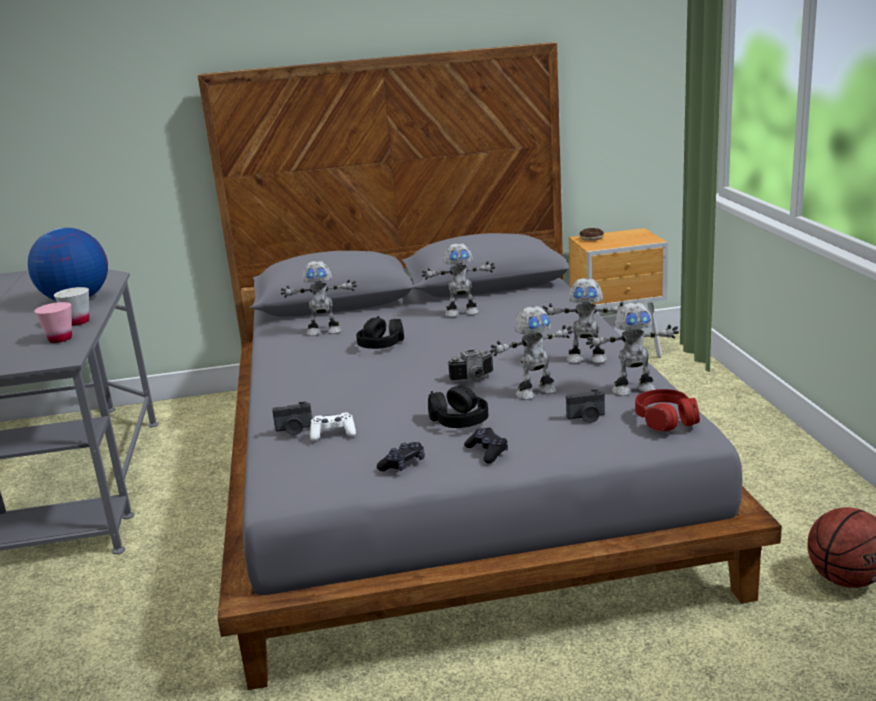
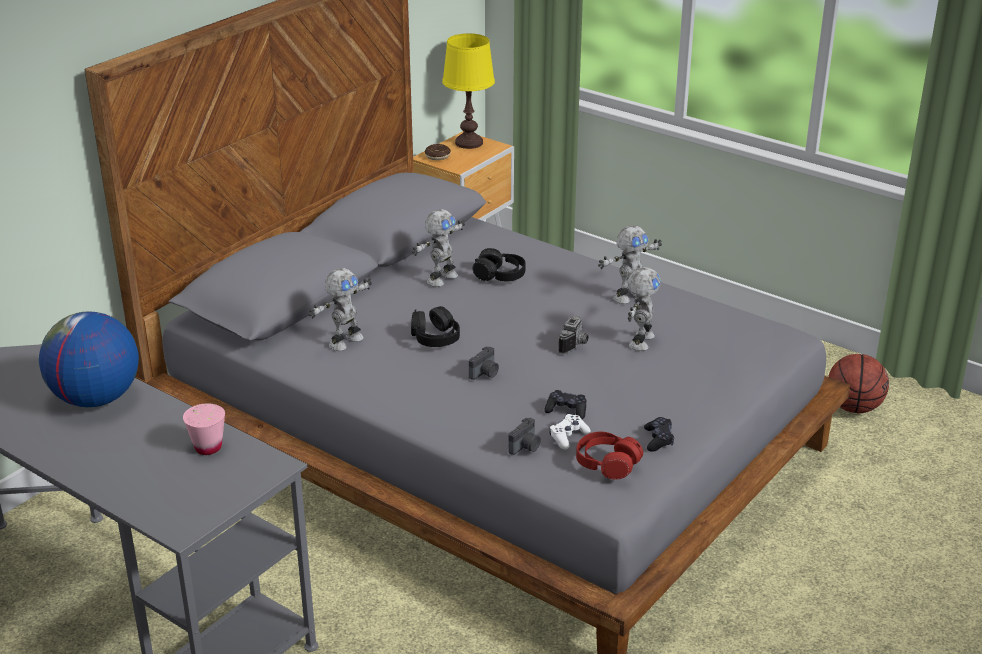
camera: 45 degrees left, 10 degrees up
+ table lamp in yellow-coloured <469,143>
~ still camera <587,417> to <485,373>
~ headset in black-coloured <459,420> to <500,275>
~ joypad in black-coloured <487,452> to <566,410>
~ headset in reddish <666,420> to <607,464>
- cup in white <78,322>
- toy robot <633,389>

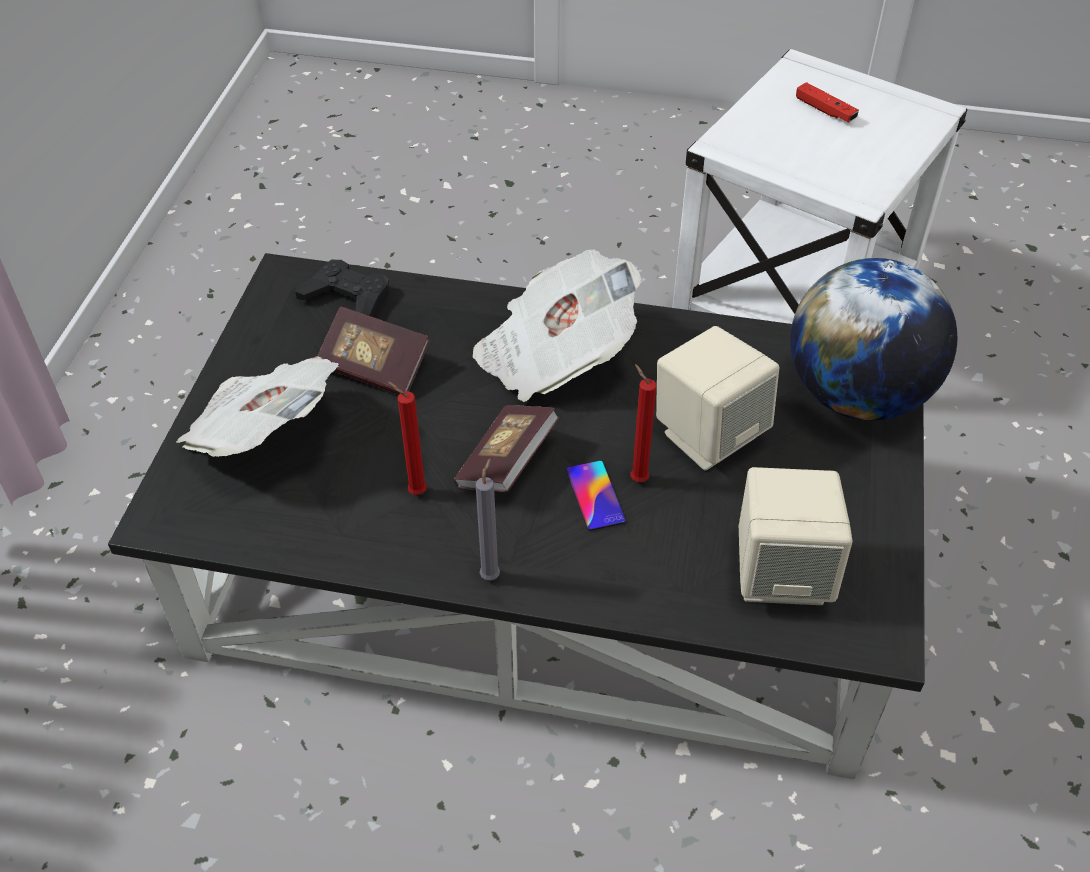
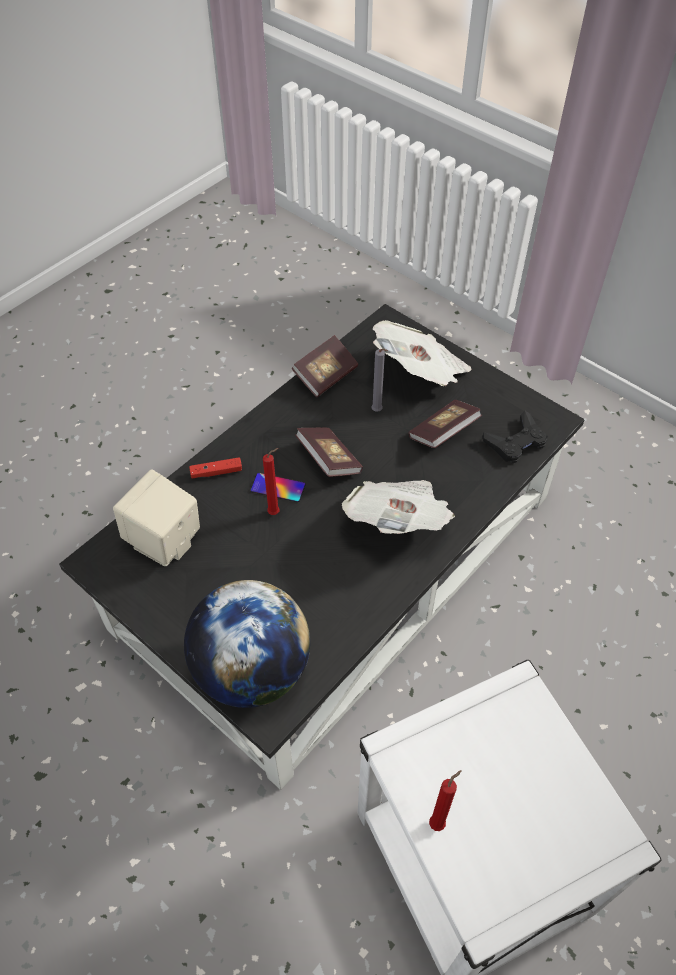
camera: 120 degrees right, 5 degrees up
~ joypad in reddish <825,110> to <216,472>
+ volume <325,376>
~ wax light in grey <491,574> to <378,411>
~ wax light in reddish <414,491> to <439,822>
- loudspeaker in sand-coloured <709,435>

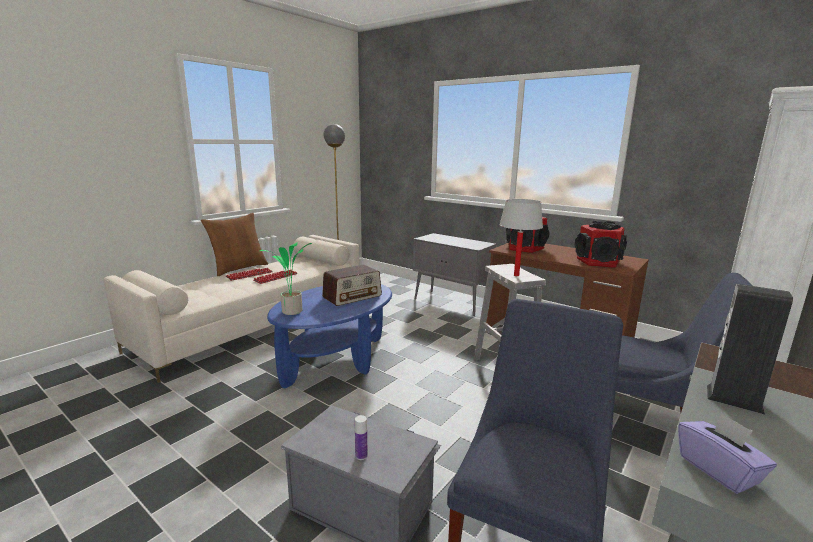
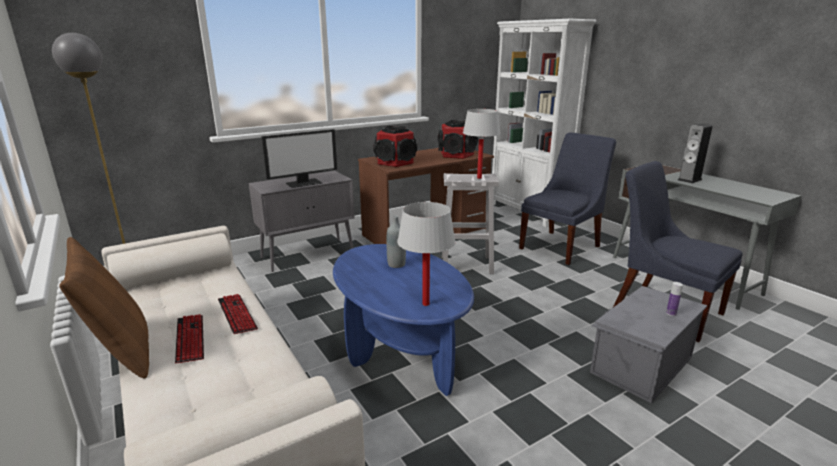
camera: 70 degrees left, 5 degrees up
+ computer screen <304,183>
~ radio <352,297> to beverage bottle in grey <396,264>
~ houseplant <291,312> to table lamp in white <425,304>
- tissue box in purple-coloured <718,470>

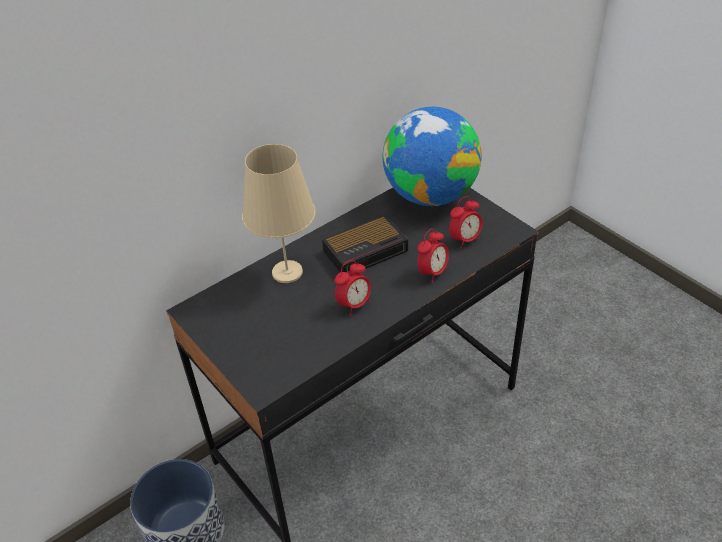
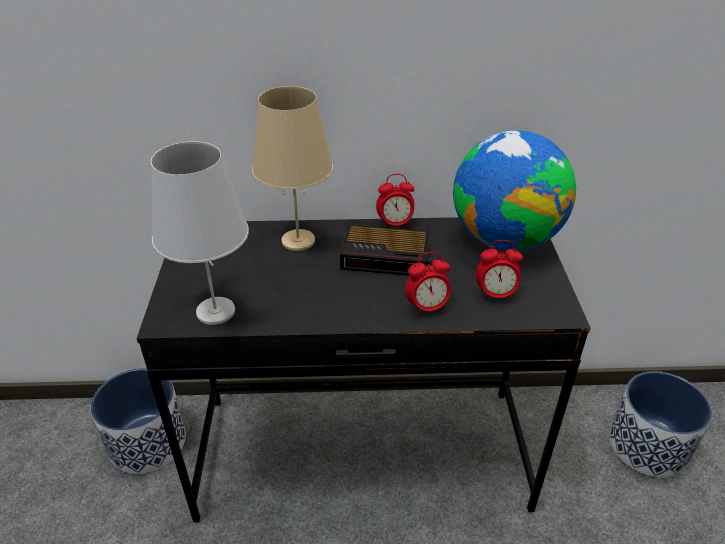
camera: 35 degrees right, 5 degrees down
+ table lamp in white <215,311>
~ alarm clock <354,304> to <395,225>
+ planter <647,446>

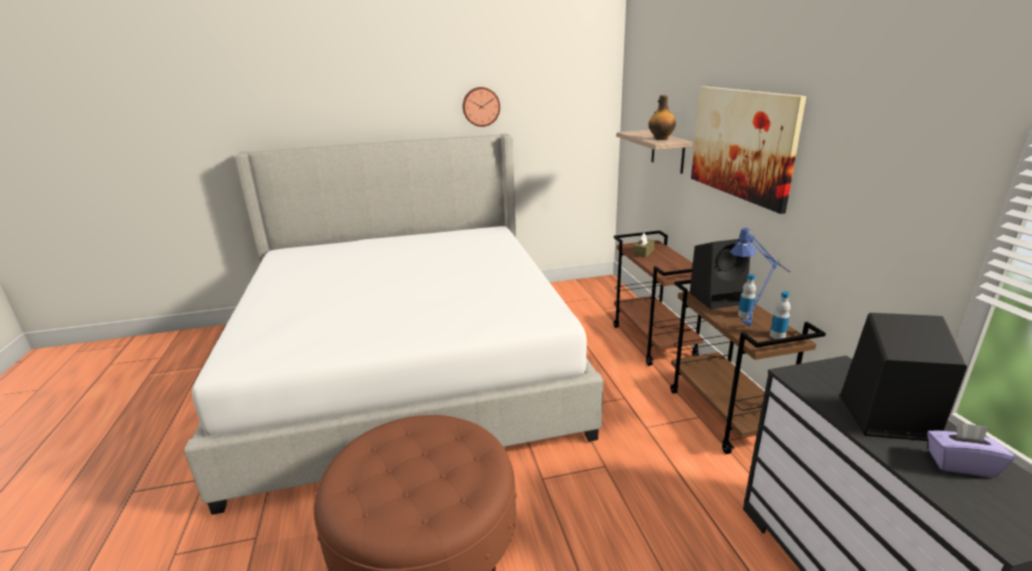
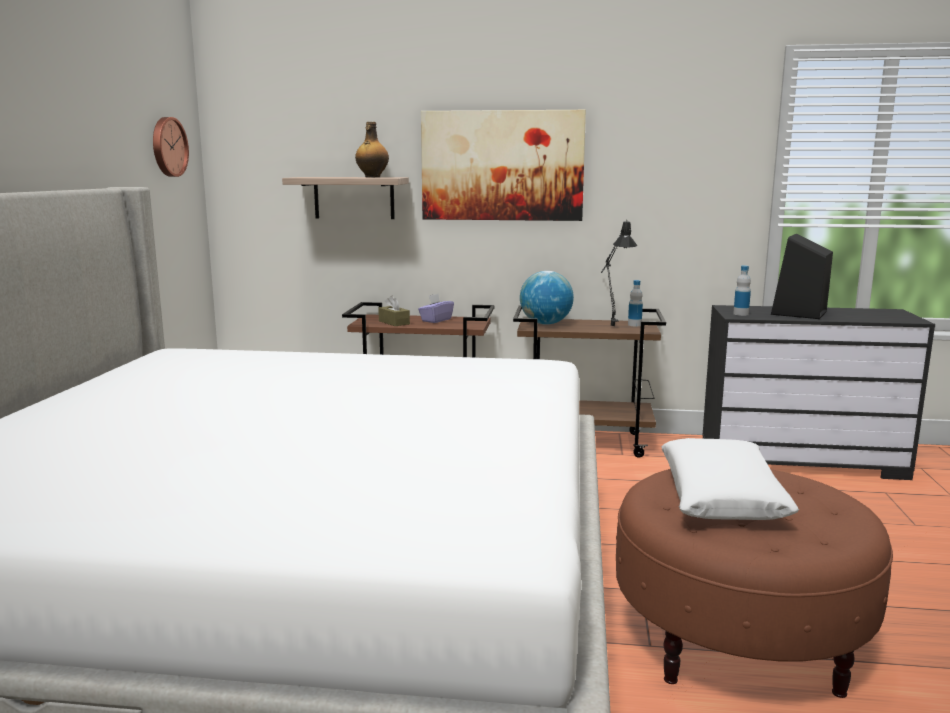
camera: 70 degrees left, 10 degrees down
~ wall clock <481,106> to <168,147>
~ tissue box in purple-coloured <960,464> to <436,320>
~ loudspeaker in black-coloured <718,298> to globe <545,323>
~ table lamp in blue <752,325> to table lamp in black-coloured <610,326>
+ pillow in white <722,495>
~ beverage bottle <745,315> to <741,314>

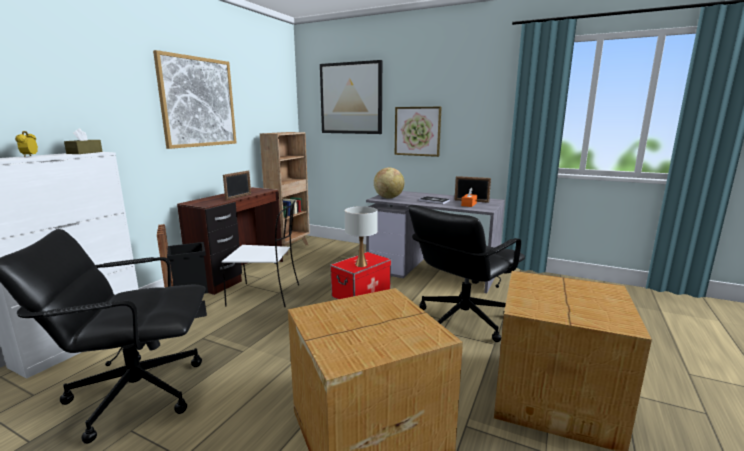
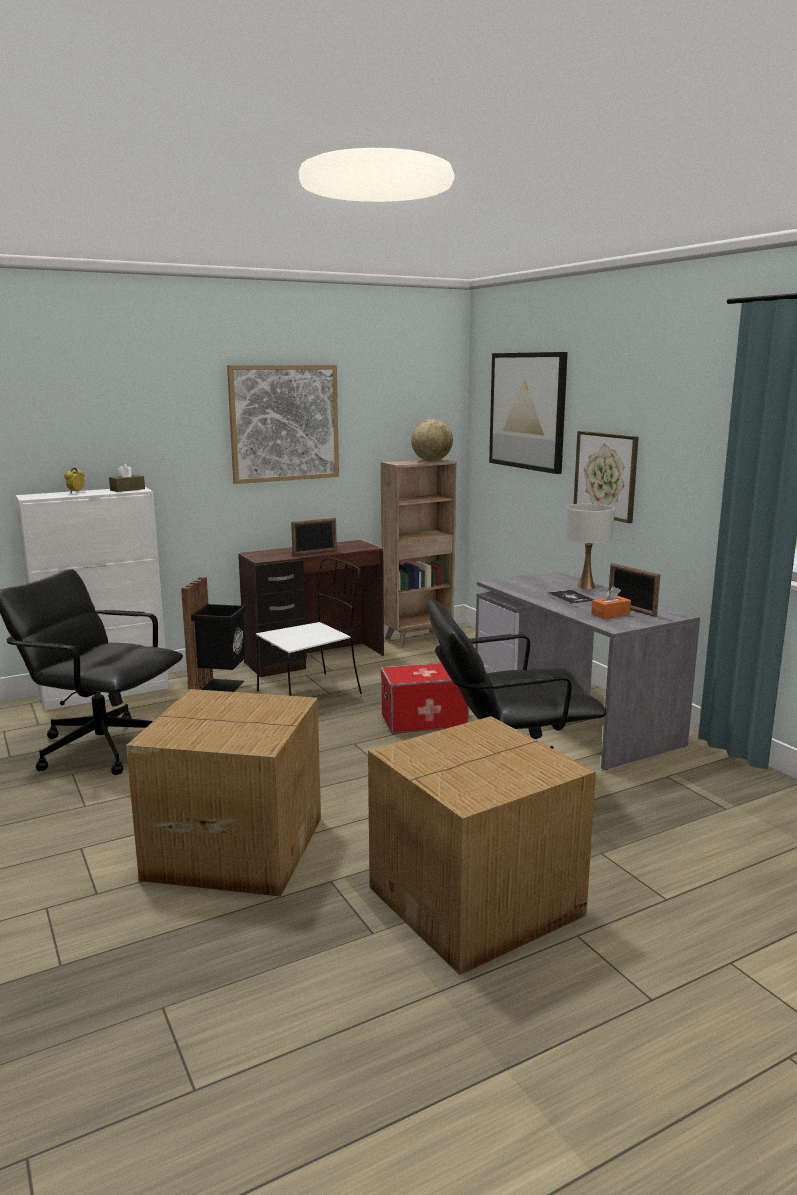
camera: 35 degrees right, 0 degrees up
~ chair in white <266,295> = <311,692> 75 degrees counterclockwise
~ globe <388,198> to <432,461>
~ table lamp in white <361,264> to <586,586>

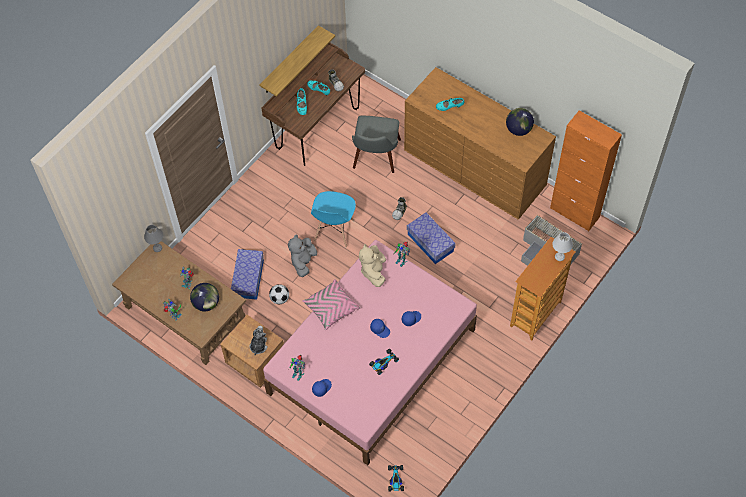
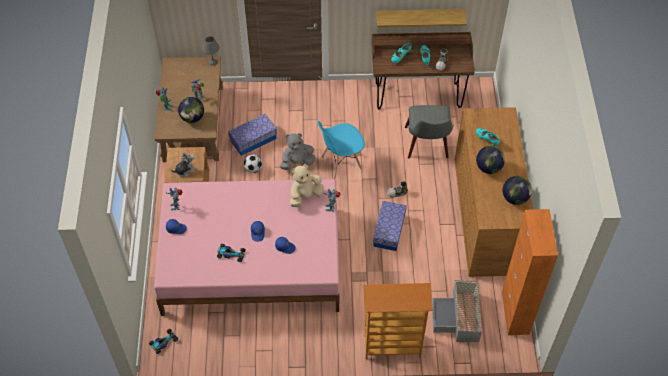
camera: 50 degrees right, 5 degrees down
~ chair in grey <375,159> = <427,147> 60 degrees counterclockwise
+ globe <489,168>
- pillow in pink-coloured <331,308>
- table lamp in white <559,257>

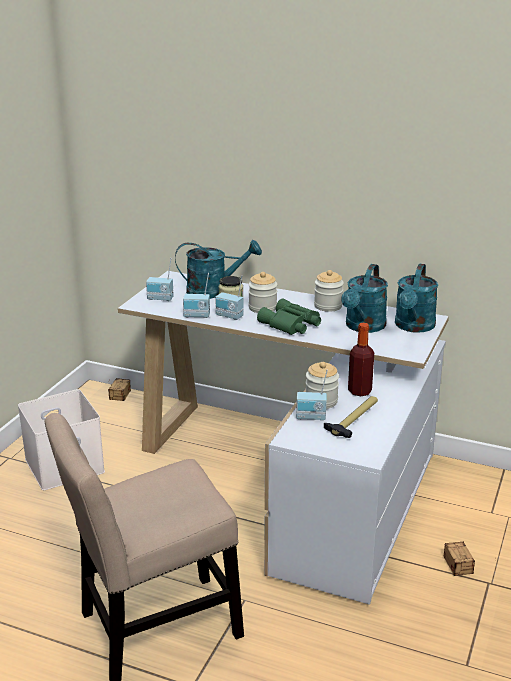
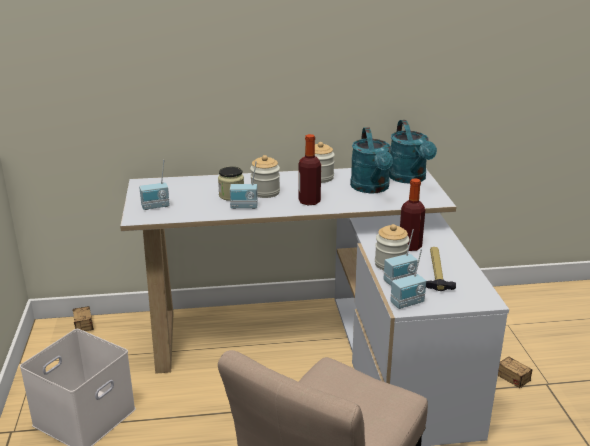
camera: 30 degrees left, 0 degrees up
~ pair of binoculars in green <290,325> to beverage bottle <309,201>
~ radio <196,316> to <408,303>
- sprinkling can in blue-green <214,291>

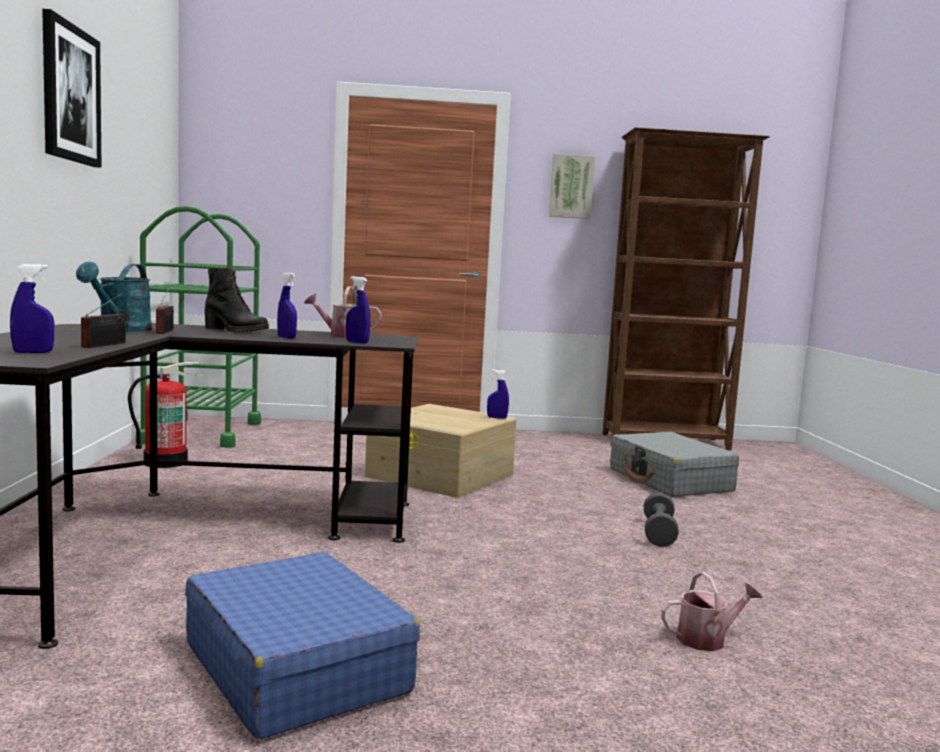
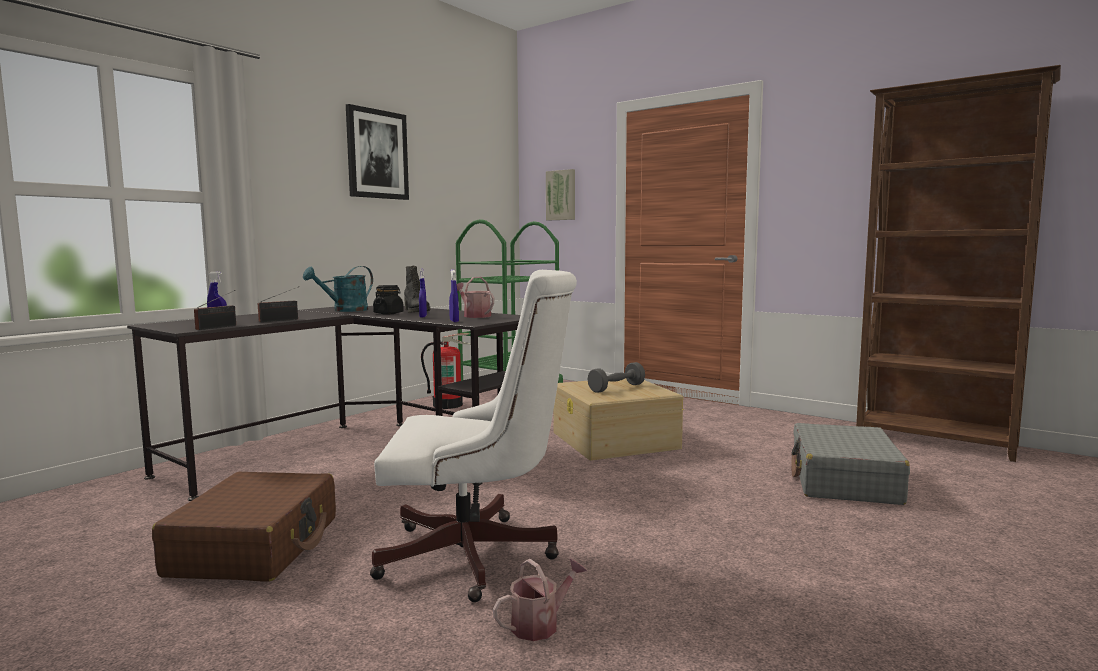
camera: 40 degrees right, 0 degrees up
~ travel case in blue <296,667> to travel case in brownish <256,546>
~ radio <166,331> to <218,327>
+ desk chair in white <478,557>
+ preserve jar in black-coloured <388,313>
~ sprinkling can <707,639> = <540,624> 60 degrees counterclockwise
~ wall art <571,186> to <561,195>
~ free weight in grey <658,533> to <616,388>
- hand sprayer in blue <497,418>

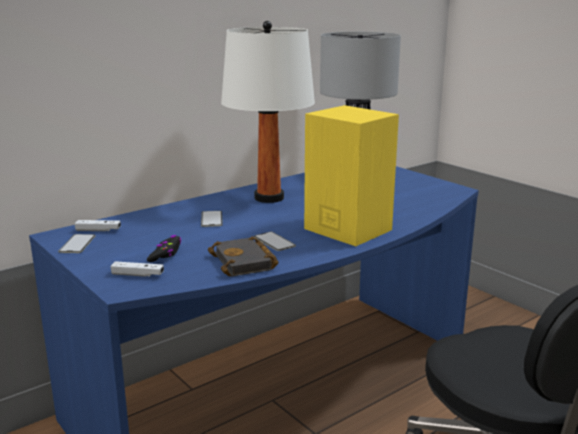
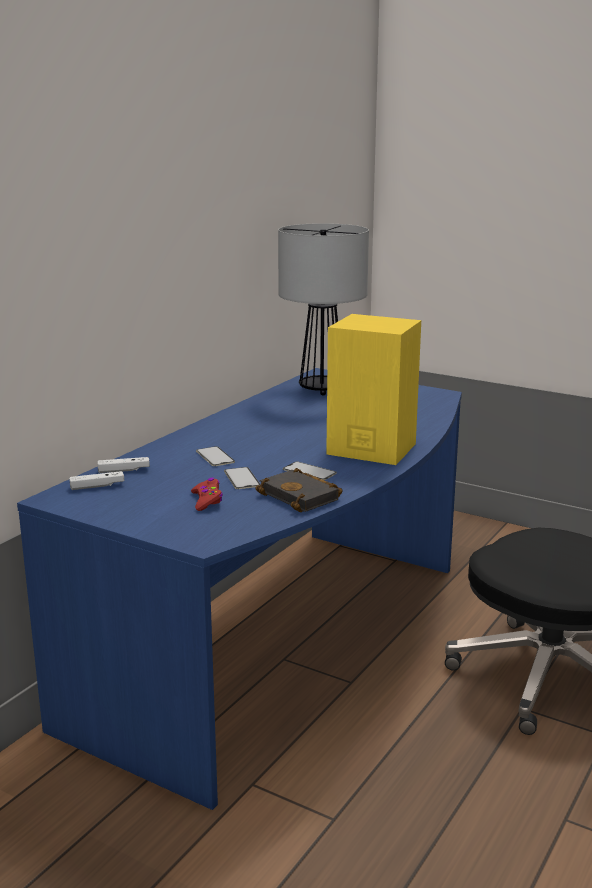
camera: 20 degrees left, 0 degrees up
~ joypad in white <137,275> to <124,470>
~ joypad in black-coloured <165,254> to joypad in reddish <207,500>
~ phone <77,244> to <241,478>
- table lamp in white <269,198>

